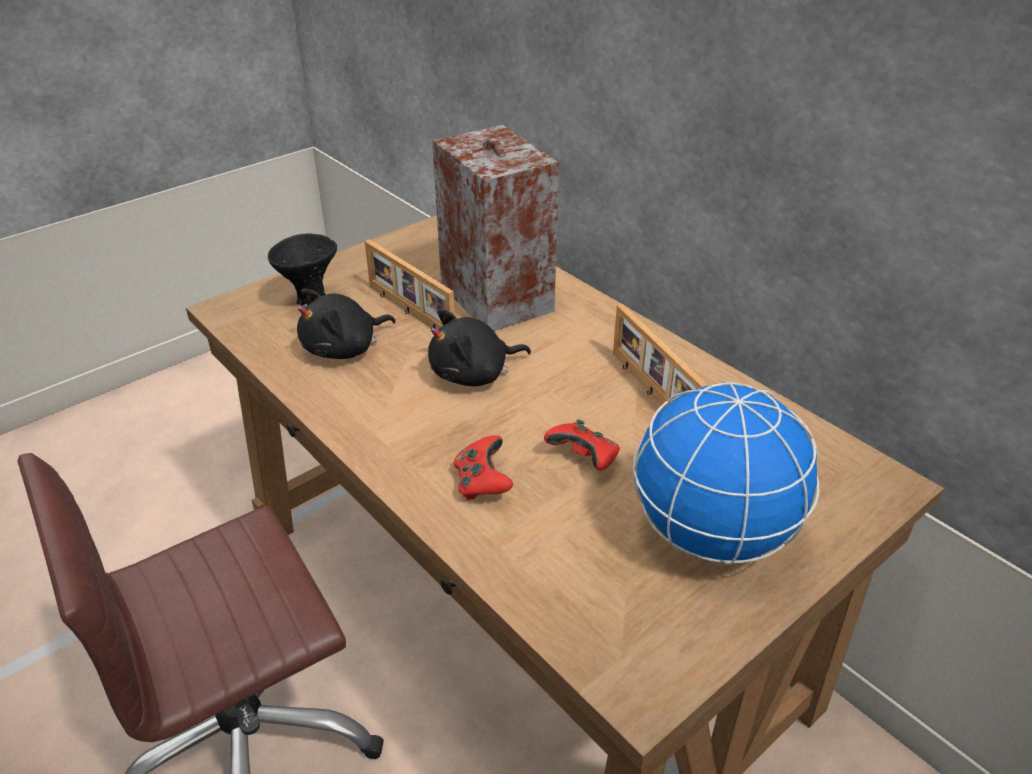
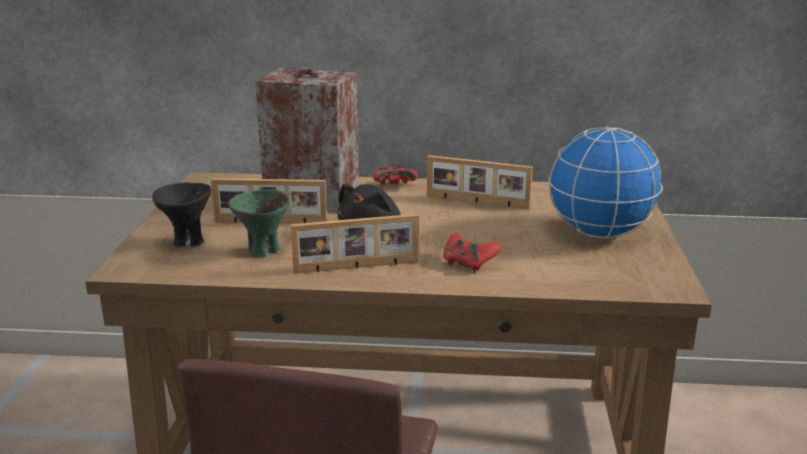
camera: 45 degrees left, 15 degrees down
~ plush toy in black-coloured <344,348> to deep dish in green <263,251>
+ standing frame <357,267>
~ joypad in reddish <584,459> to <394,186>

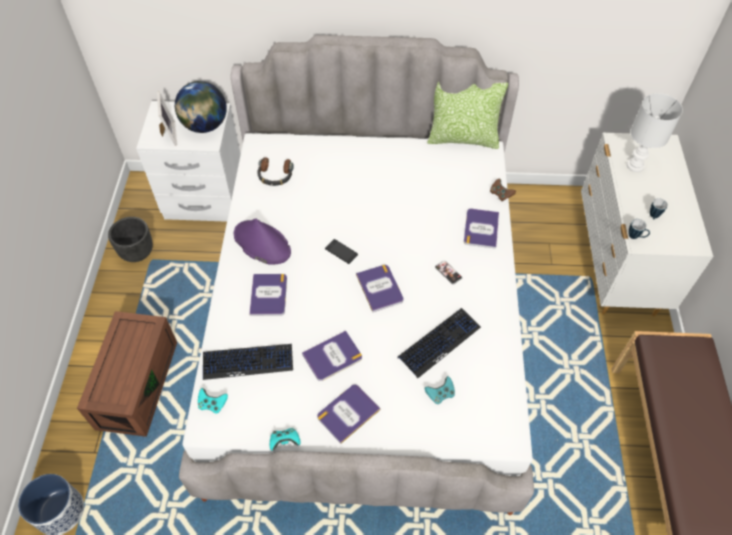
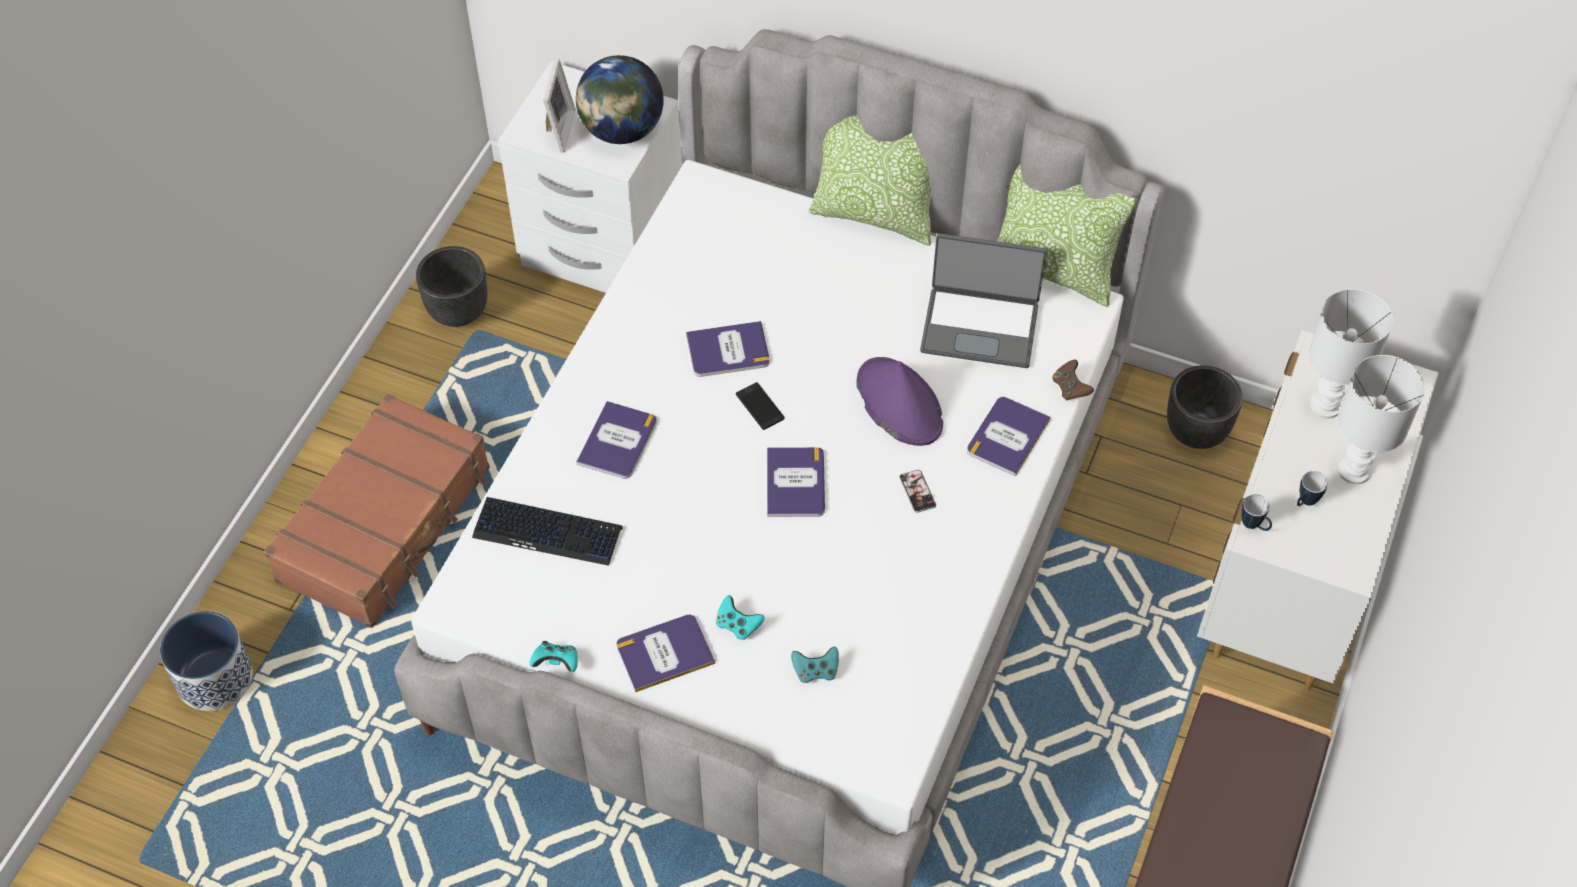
camera: 20 degrees right, 0 degrees up
~ storage box in brownish <136,383> to travel case in brownish <386,524>
~ volume <332,356> to <728,350>
~ joypad in blue-green <212,404> to <737,625>
+ pillow <874,216>
~ wearable hat in purple-coloured <261,243> to <898,402>
+ laptop <980,327>
+ planter in black-coloured <1195,432>
+ table lamp in white <1355,470>
- headset <275,175>
- computer keyboard <439,342>

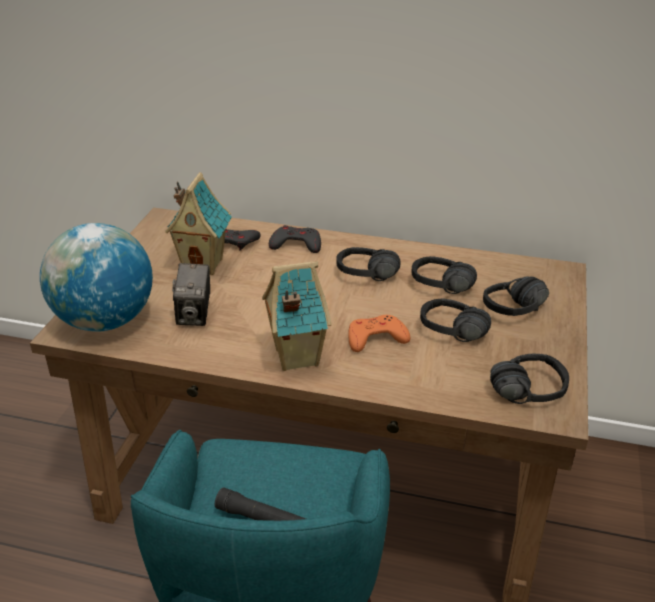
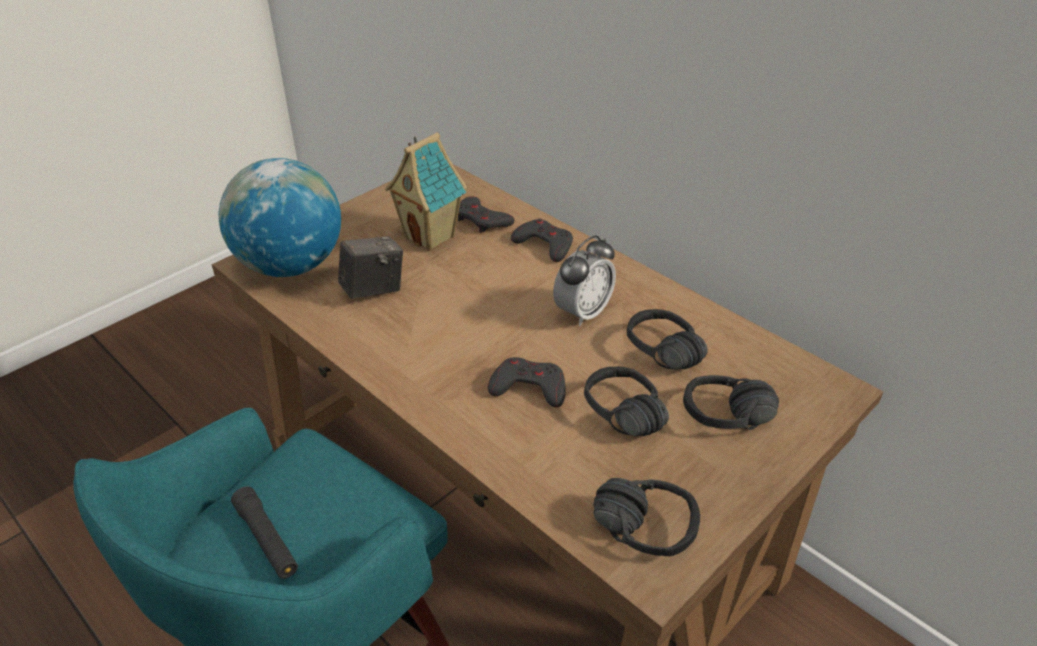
camera: 30 degrees right, 5 degrees up
~ still camera <194,315> = <373,289> 150 degrees counterclockwise
~ joypad in orange-coloured <376,338> to joypad in grey <528,387>
~ headset in black-coloured <366,279> to alarm clock <583,312>
- toy house <295,357>

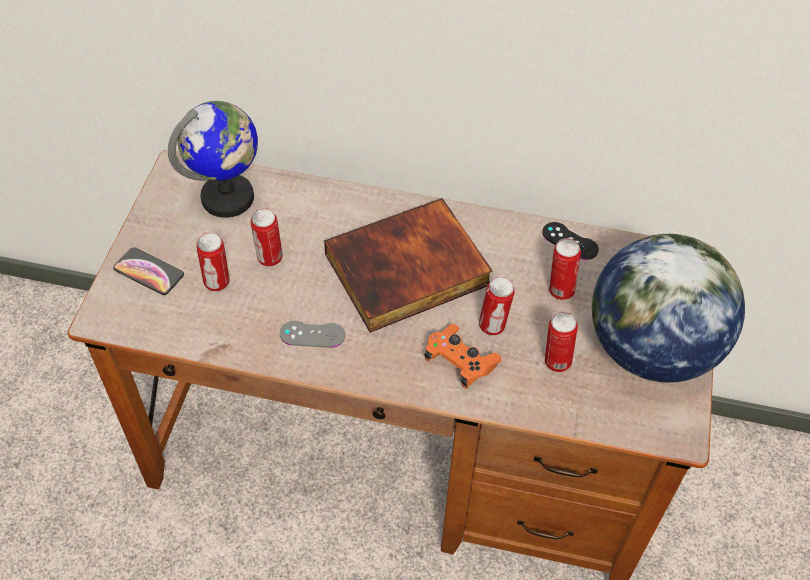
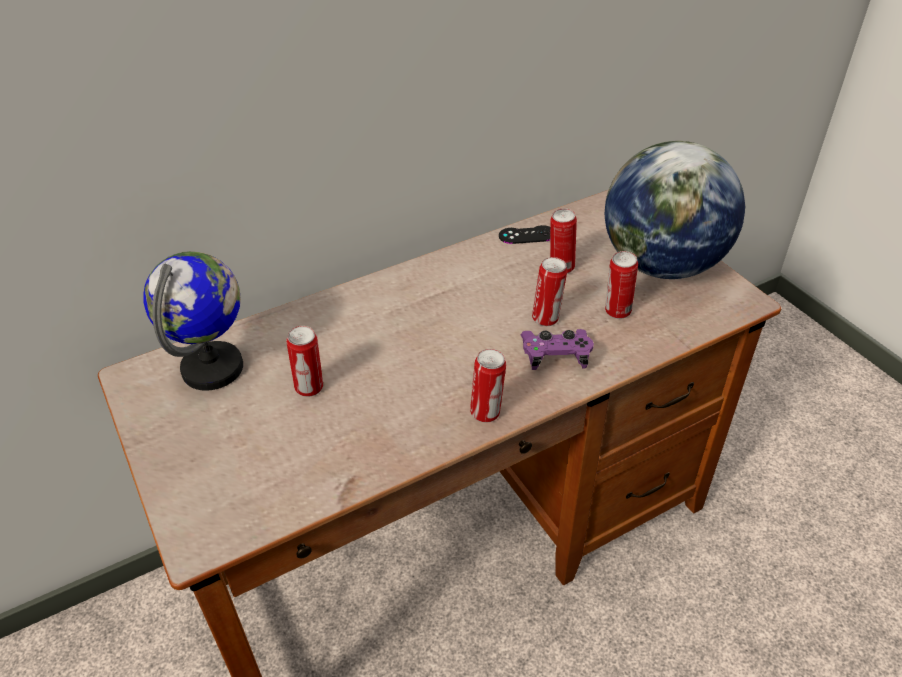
camera: 40 degrees left, 10 degrees down
~ metal can <217,283> to <487,413>
~ joypad in orange-coloured <460,362> to joypad in purple-coloured <555,357>
- phone <149,272>
- joypad in grey <312,334>
- volume <407,272>

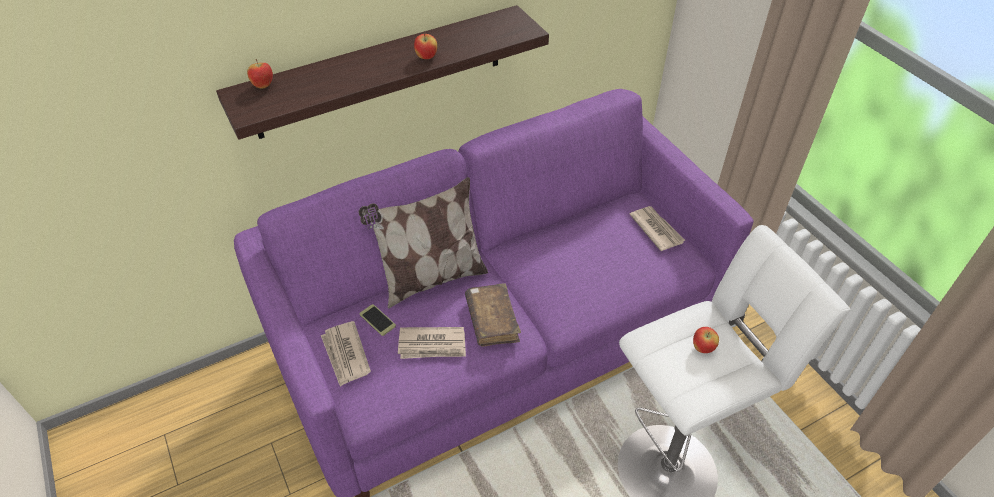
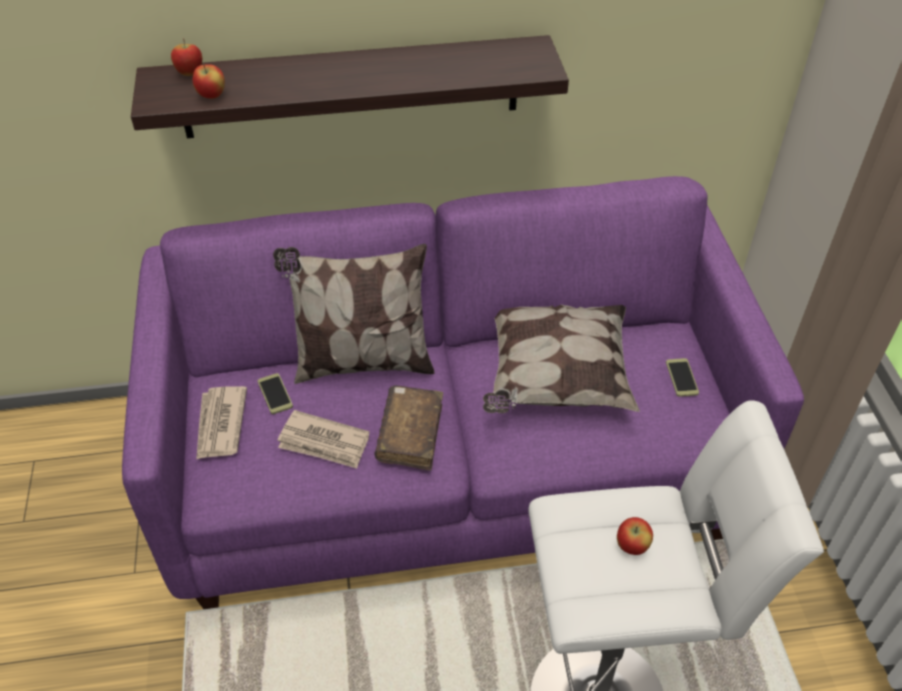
camera: 20 degrees right, 0 degrees up
~ apple fruit <426,57> to <212,96>
+ pillow <555,379>
~ daily paper <656,229> to phone <681,378>

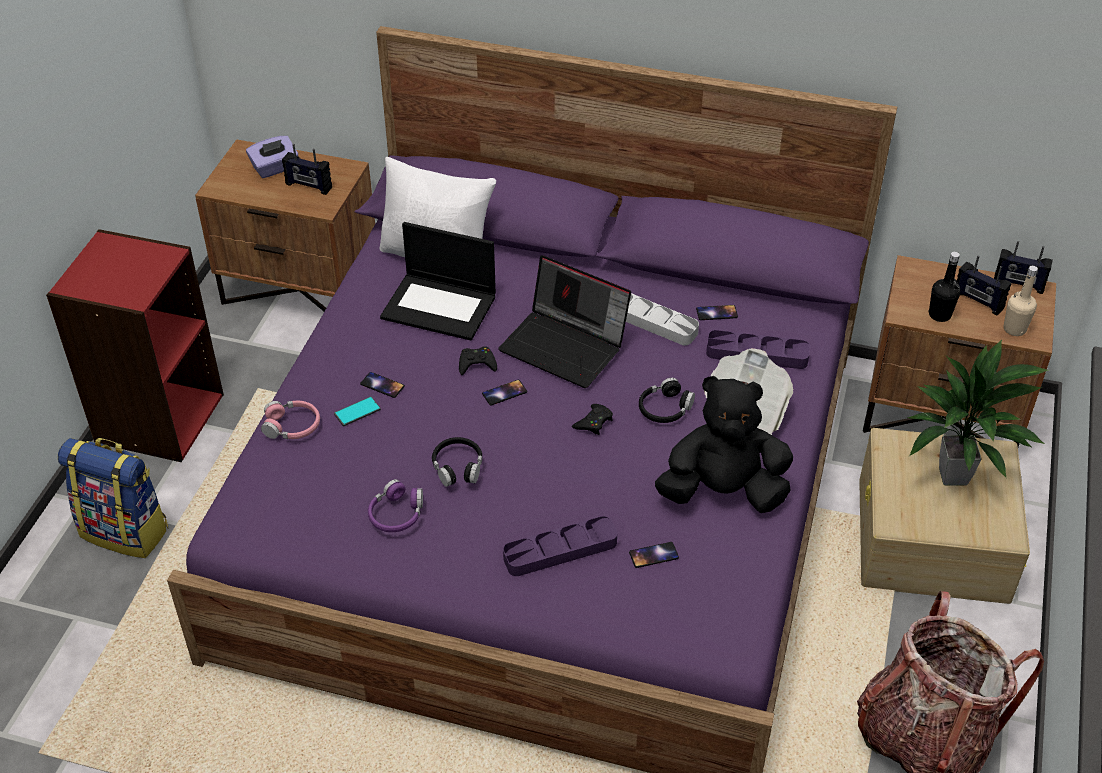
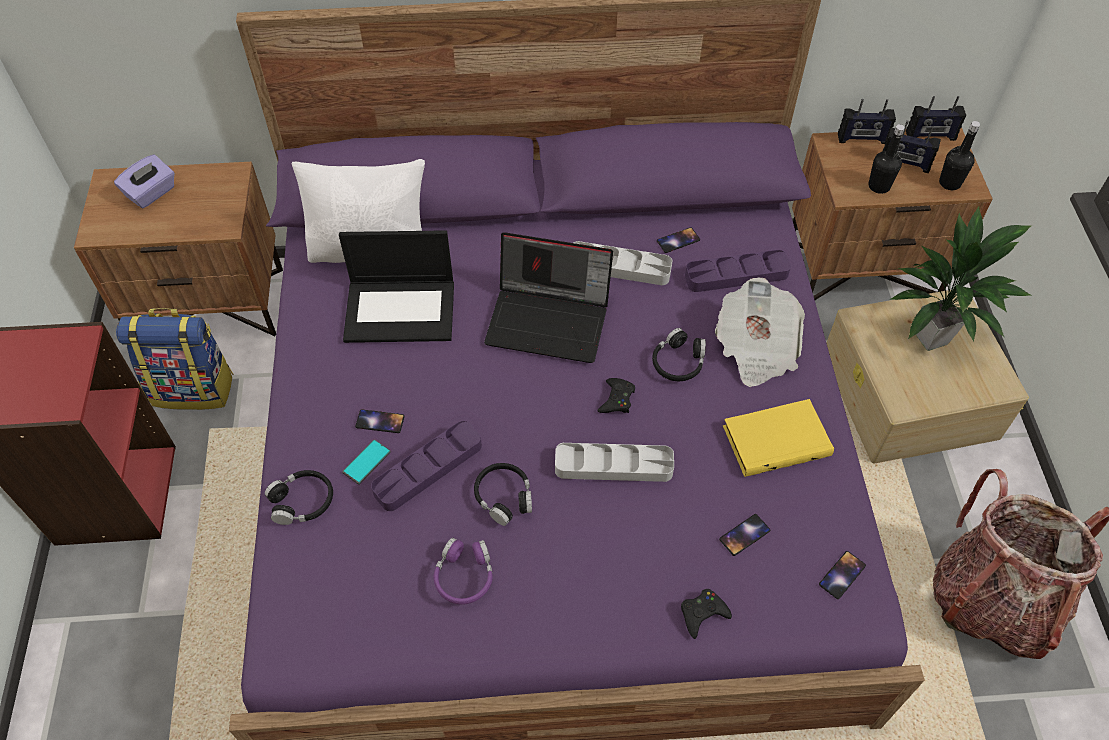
camera: 20 degrees left, 10 degrees up
~ knapsack <126,531> to <194,388>
~ headset in pink-coloured <292,426> to headset in black-coloured <302,502>
~ carrying tray in purple-coloured <560,550> to <428,469>
+ carrying tray in grey <613,466>
~ joypad in black-coloured <477,364> to <702,614>
~ plush toy in black-coloured <723,492> to volume in yellow-coloured <776,439>
~ phone <504,393> to <842,575>
~ radio <308,186> to <862,139>
~ beverage bottle in sand-coloured <1014,329> to beverage bottle in black-coloured <949,183>

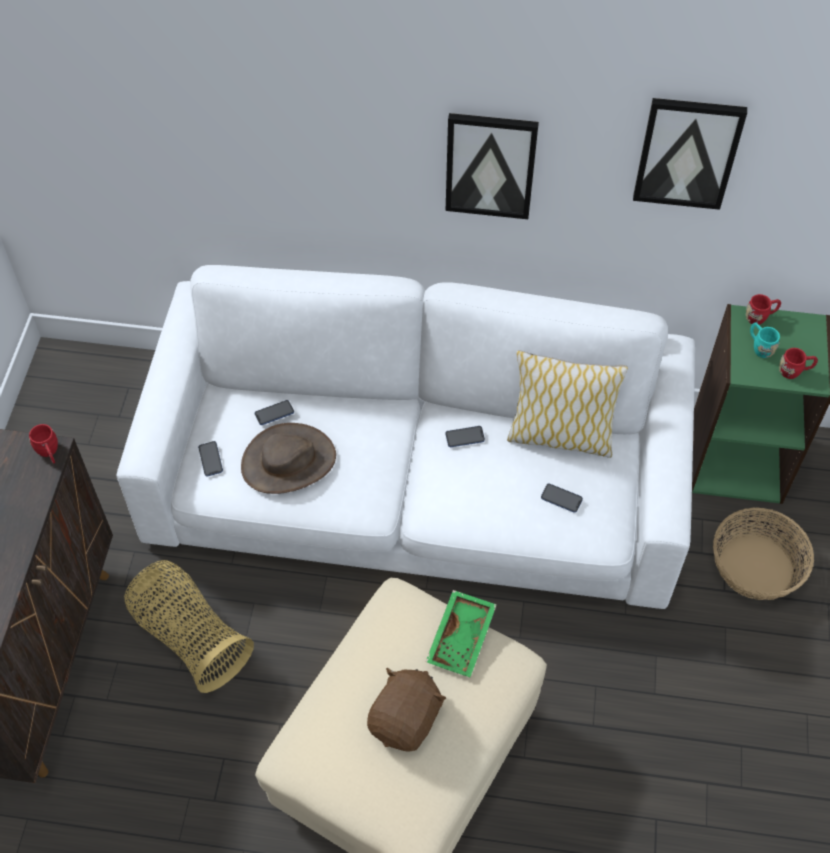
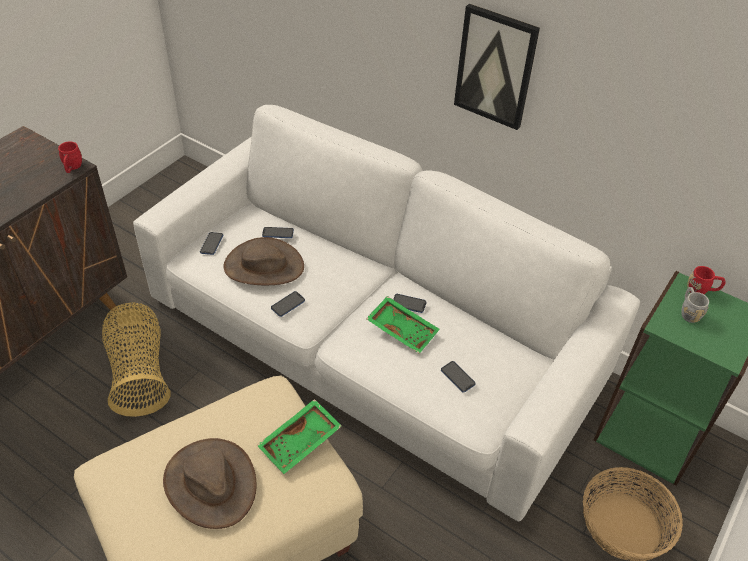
camera: 25 degrees right, 10 degrees down
~ plush toy in brownish <406,720> to wearable hat in brownish <210,483>
+ phone <288,304>
+ carrying tray in green <403,329>
~ mug in blue-green <759,347> to mug in grey <688,312>
- pillow <560,436>
- wall art <687,153>
- mug in reddish <794,371>

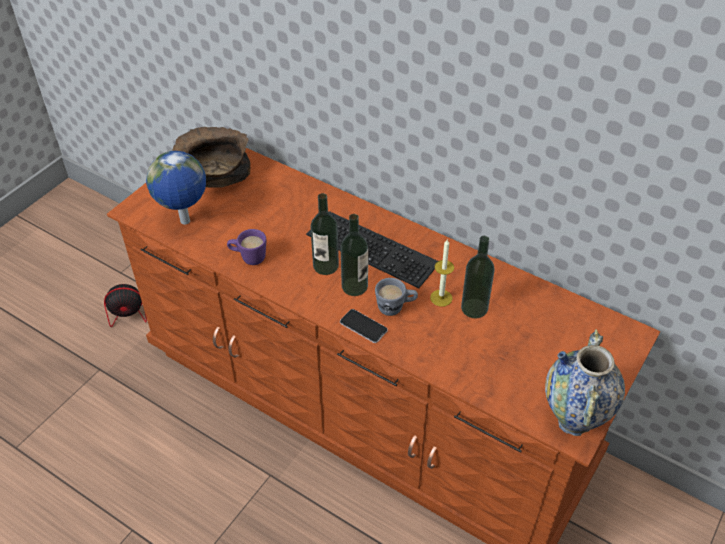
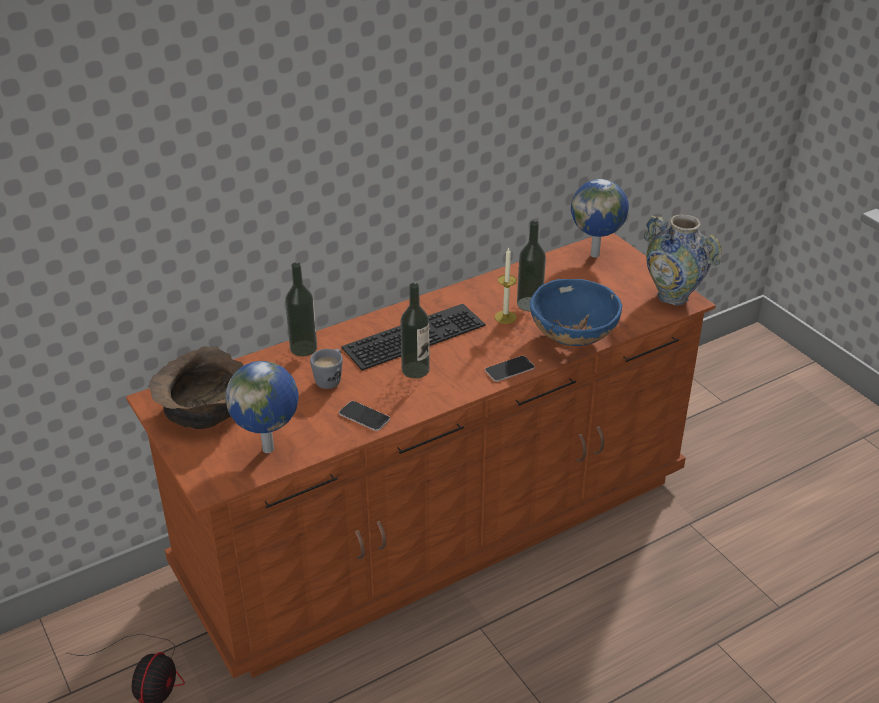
camera: 65 degrees left, 10 degrees down
~ beverage bottle <354,286> to <303,348>
~ mug in grey <395,308> to <330,379>
~ mug in purple-coloured <248,258> to phone <364,416>
+ deep dish in blue <572,339>
+ globe <596,254>

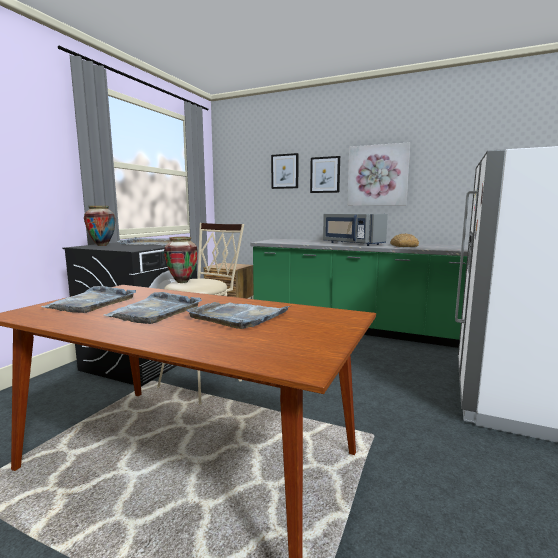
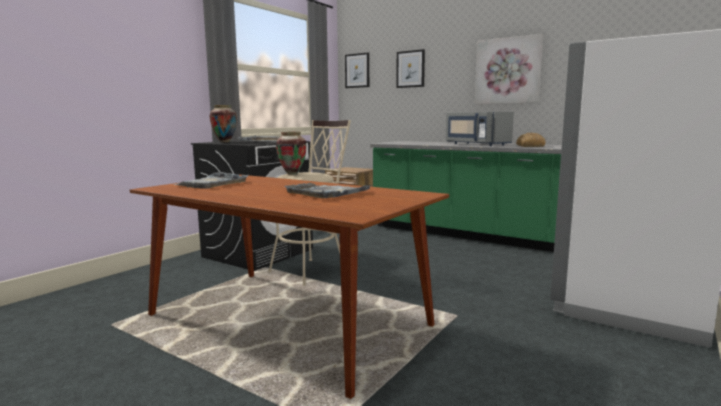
camera: 10 degrees right, 0 degrees up
~ wall art <325,175> to <357,70>
- carrying tray in grey <155,311>

